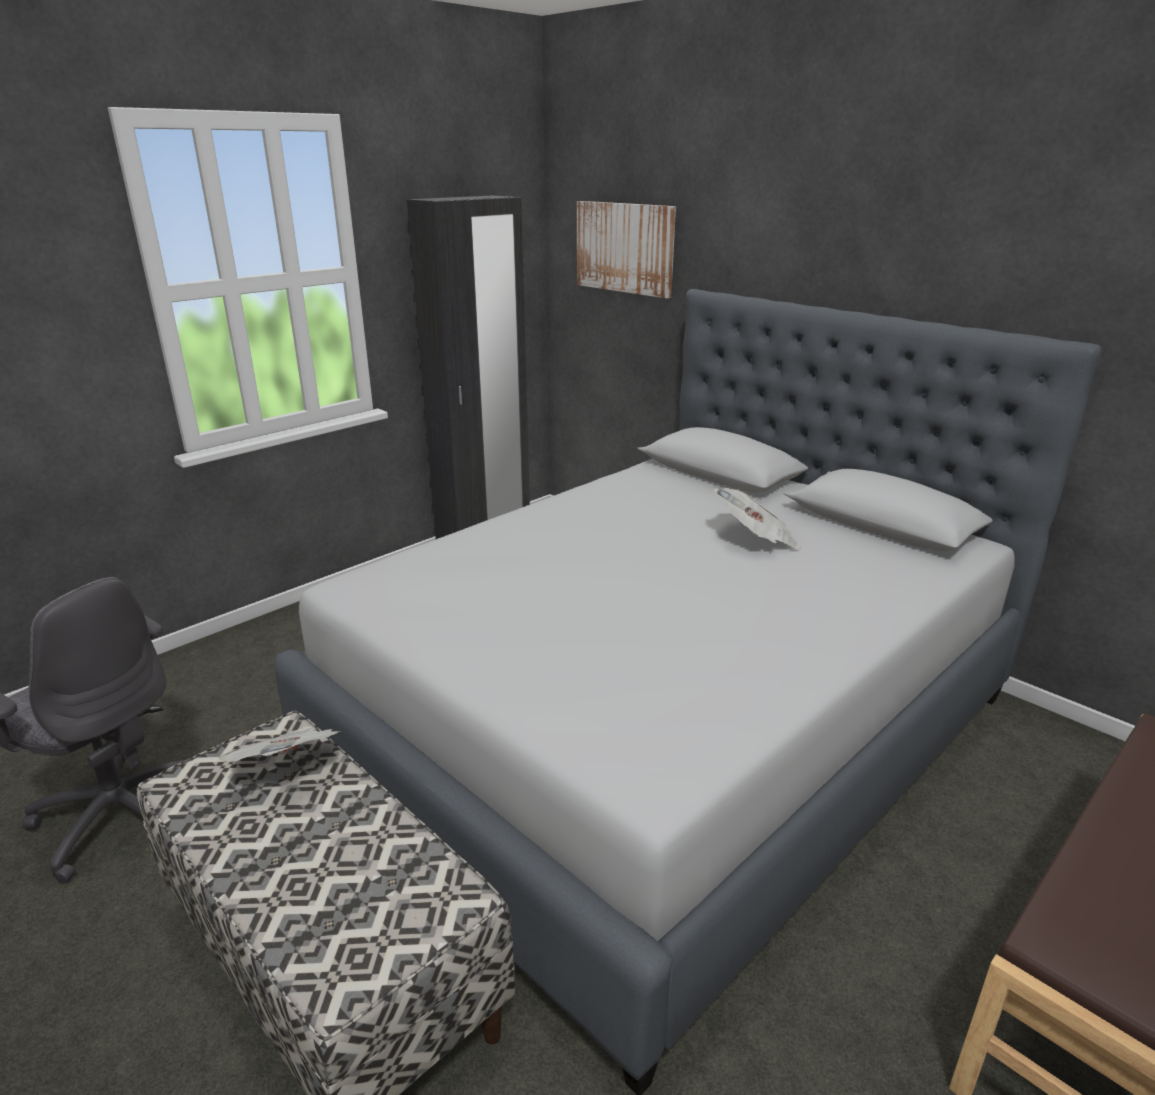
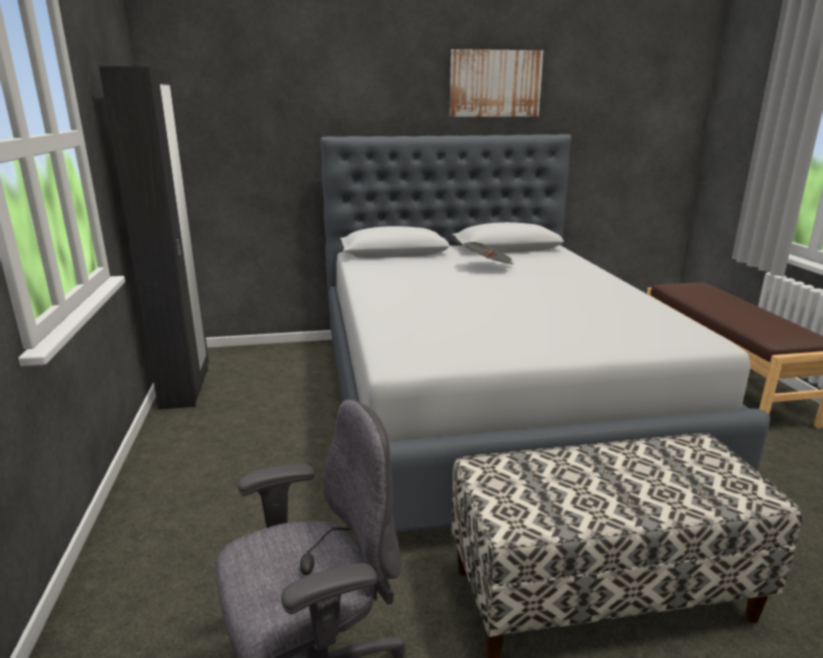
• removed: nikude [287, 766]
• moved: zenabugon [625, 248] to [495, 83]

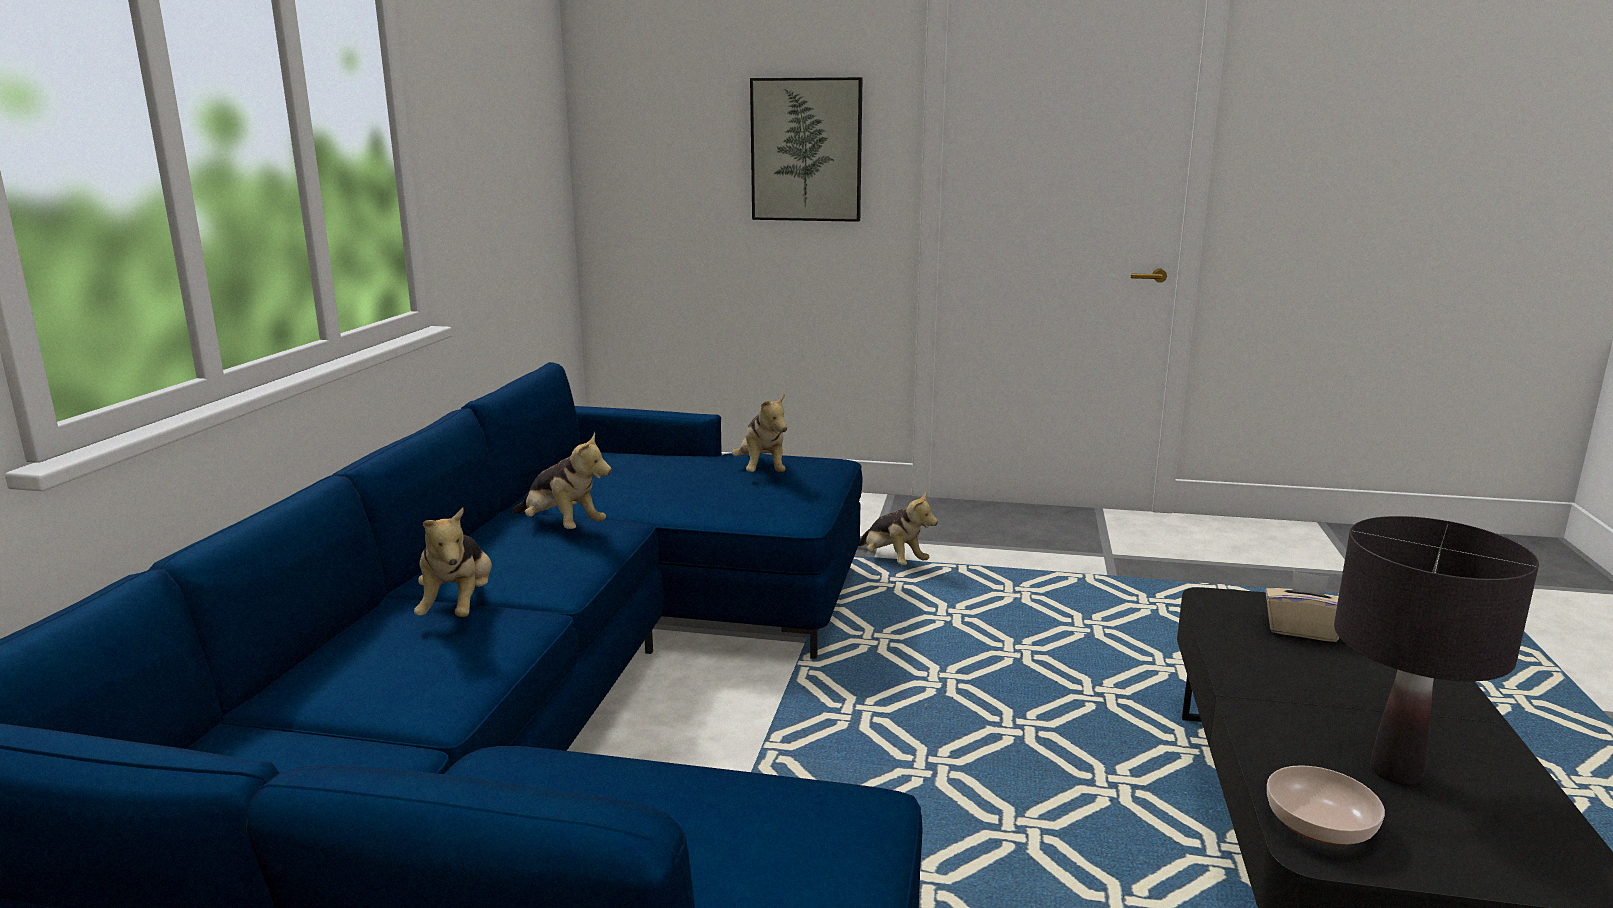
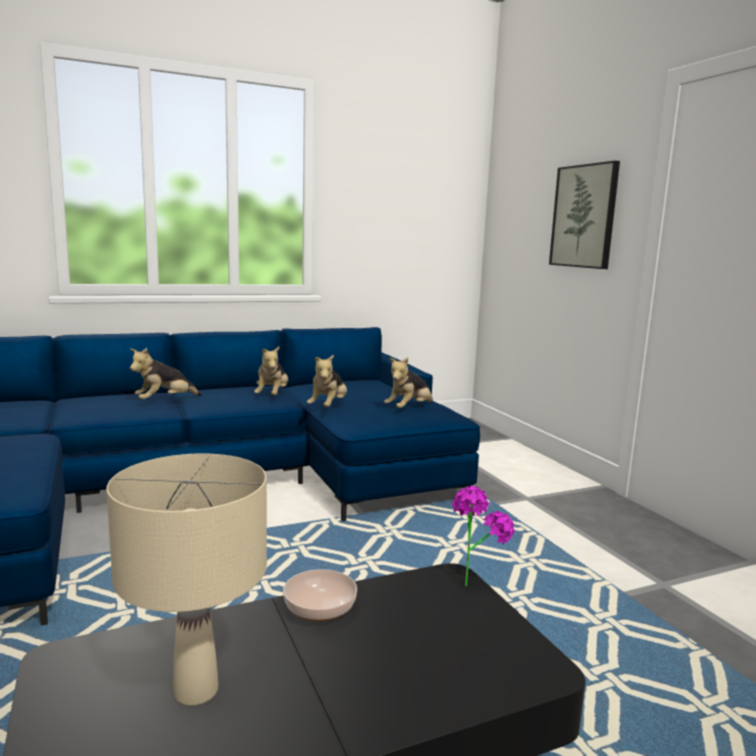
• moved: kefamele [892, 561] to [328, 407]
• removed: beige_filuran [1302, 630]
• moved: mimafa [1318, 825] to [318, 608]
• recoloured: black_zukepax [1396, 772] to beige_zukepax [196, 691]
• added: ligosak [473, 580]

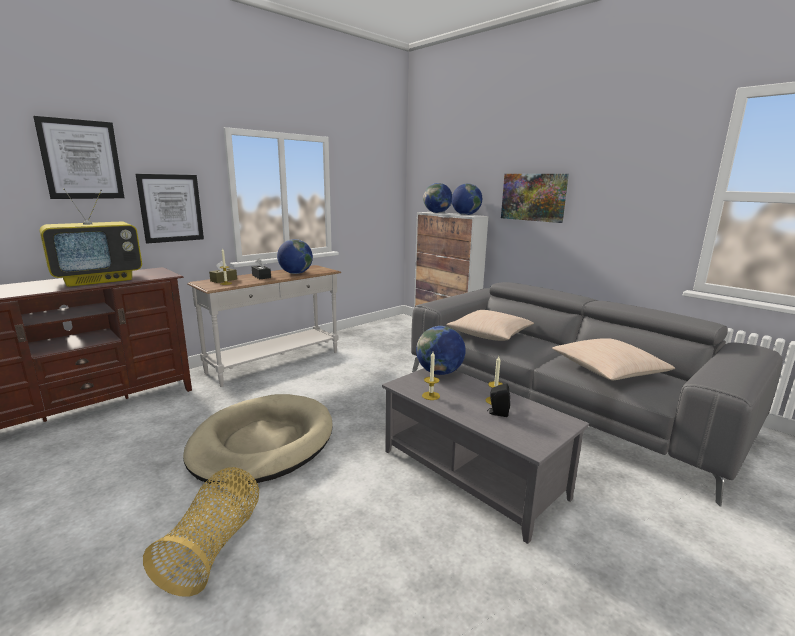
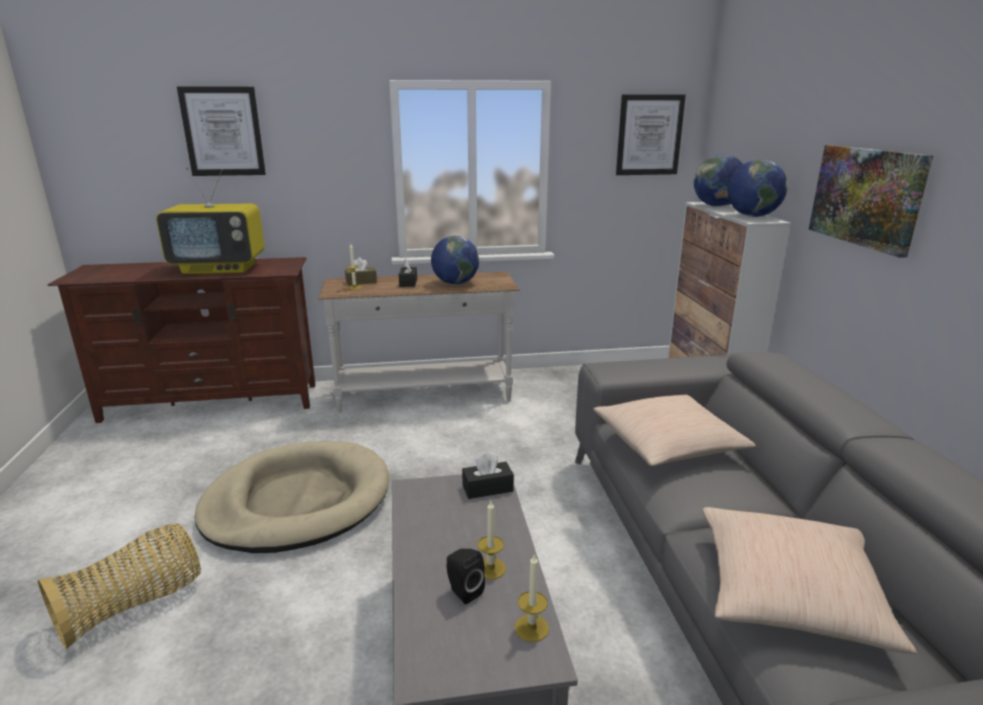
• moved: zenabugon [171, 208] to [649, 135]
• replaced: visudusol [439, 372] to black_filuran [487, 488]
• moved: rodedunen [431, 396] to [531, 628]

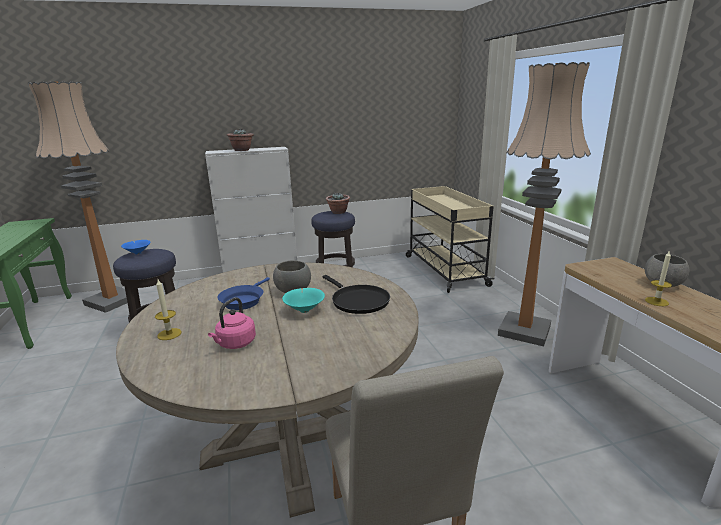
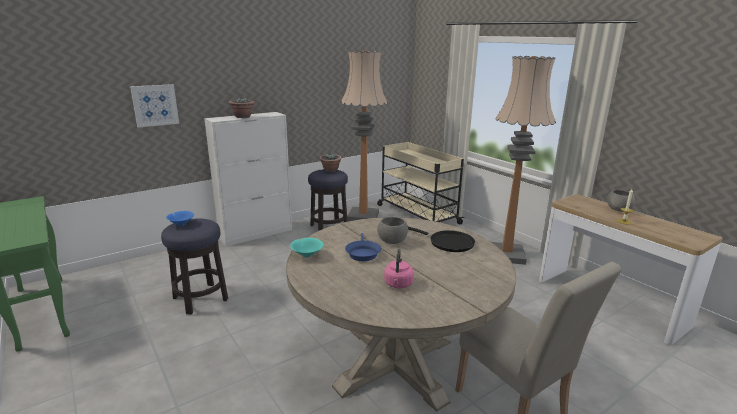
• moved: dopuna [111, 301] to [363, 216]
• removed: rodedunen [169, 334]
• moved: turquoise_mimafa [304, 310] to [307, 255]
• added: zenabugon [155, 105]

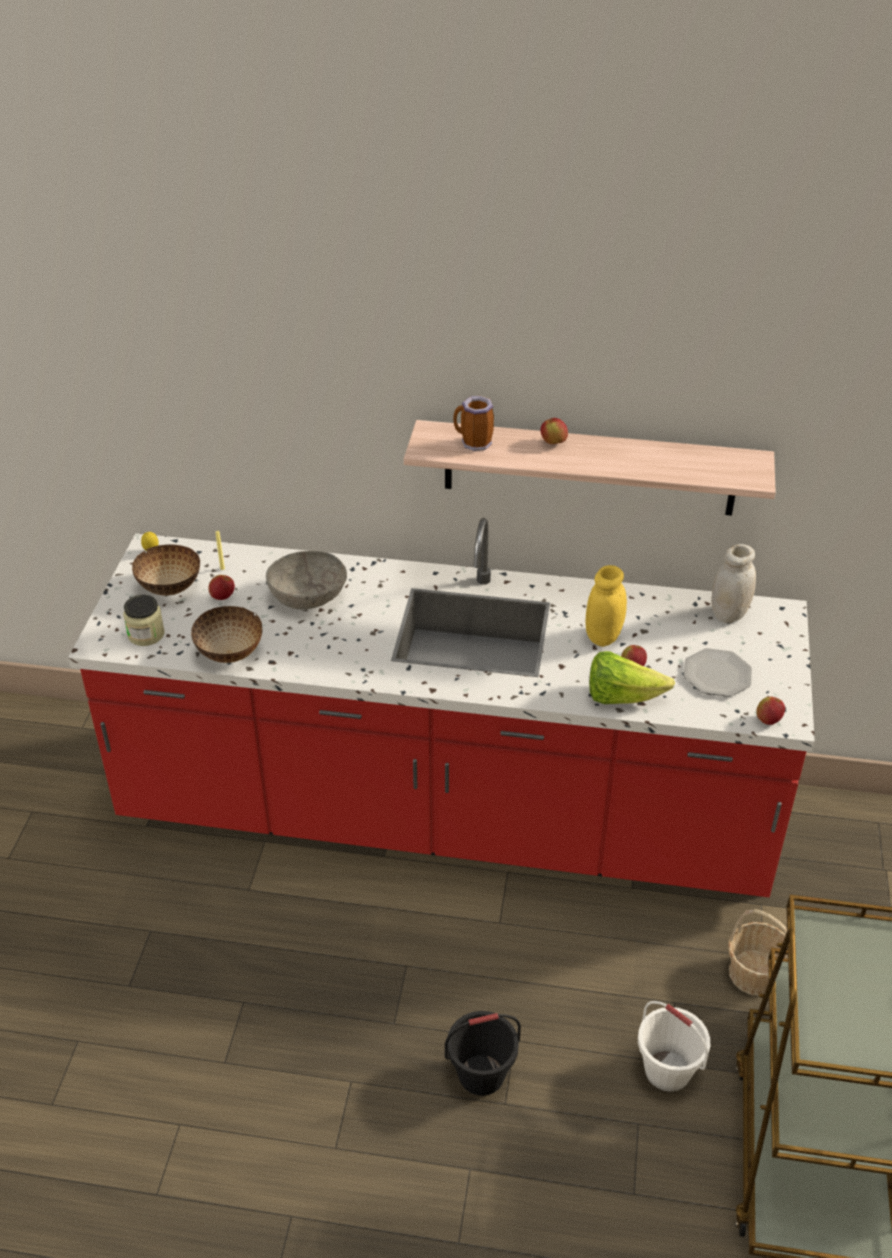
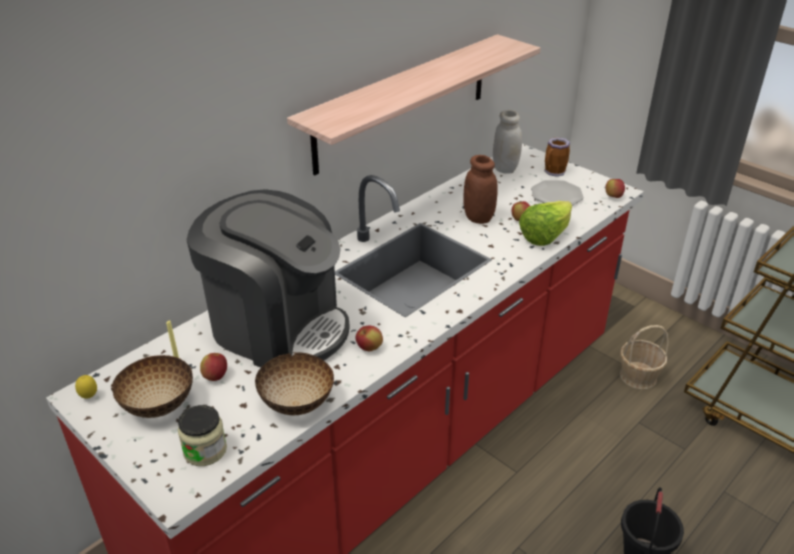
• replaced: grey_mimafa [308, 596] to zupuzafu [278, 327]
• moved: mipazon [473, 443] to [554, 173]
• moved: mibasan [553, 442] to [369, 348]
• recoloured: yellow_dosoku [603, 636] to brown_dosoku [478, 218]
• removed: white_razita [668, 1070]

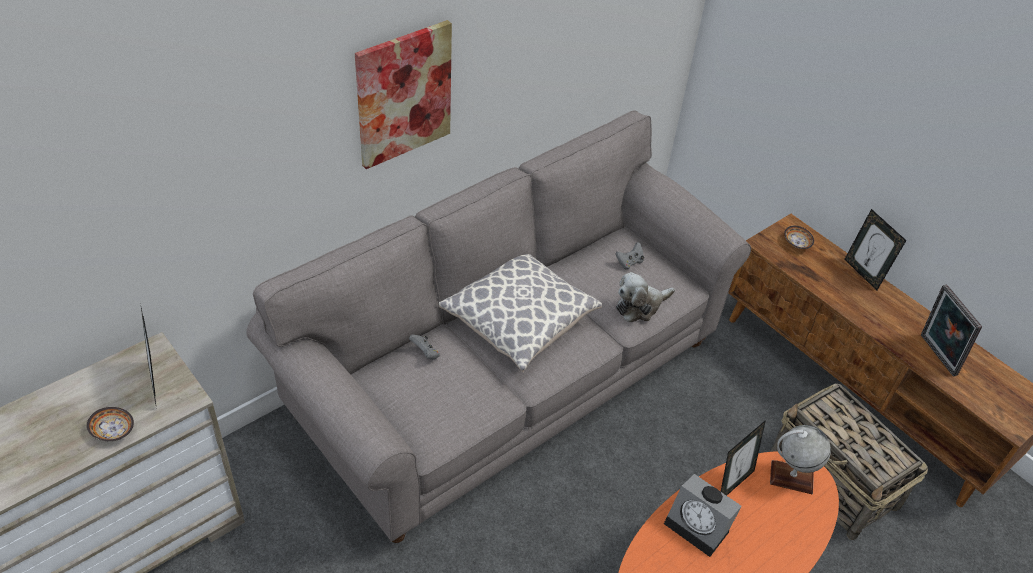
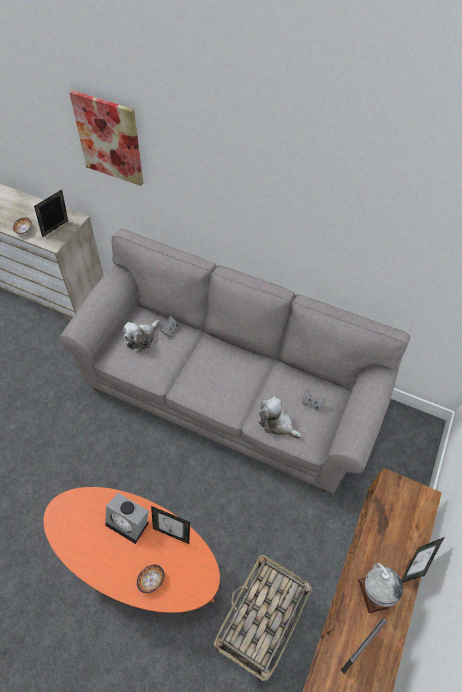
• moved: zenabugon [403, 94] to [109, 139]
• removed: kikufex [519, 322]
• turned: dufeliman [699, 527] = [129, 523] 75 degrees counterclockwise
• moved: visudusol [791, 477] to [373, 593]
• moved: mimafa [796, 243] to [151, 580]
• added: kefamele [142, 338]

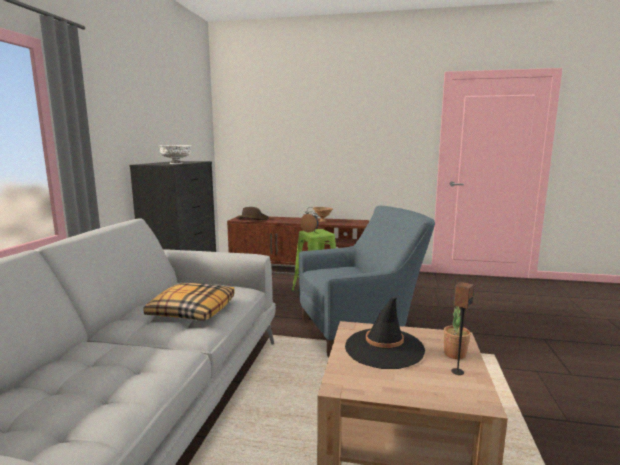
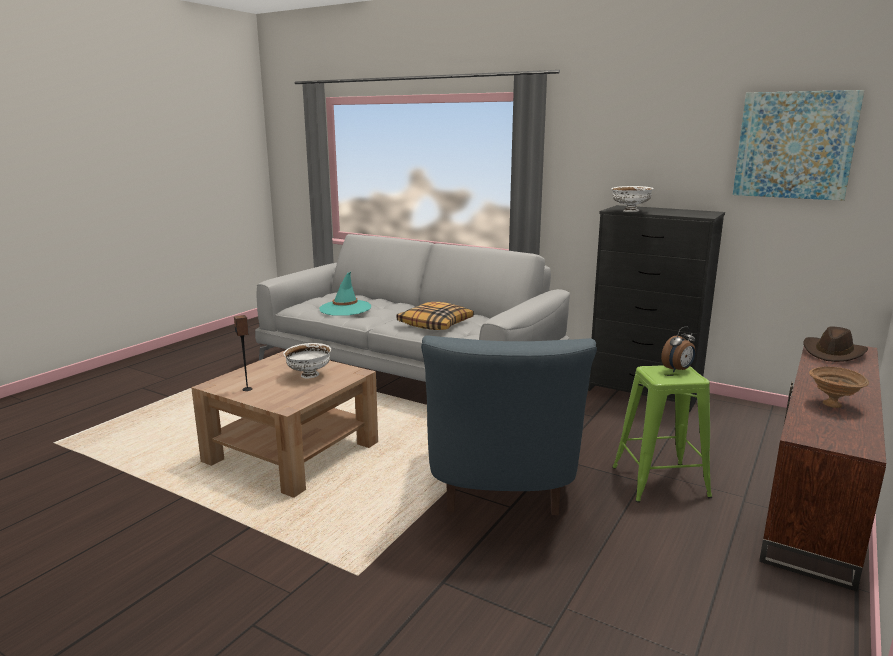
• replaced: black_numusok [384, 348] to white_mimafa [309, 375]
• removed: ligosak [455, 354]
• added: turquoise_numusok [345, 308]
• added: zenabugon [794, 145]

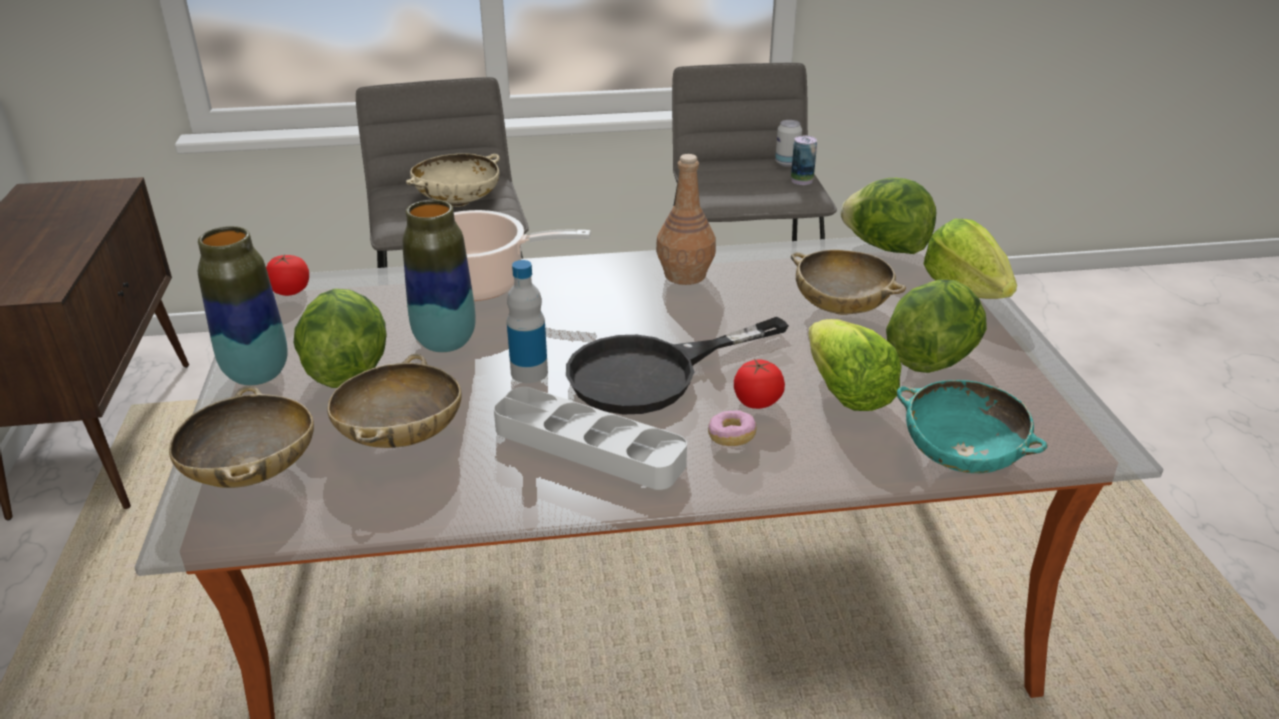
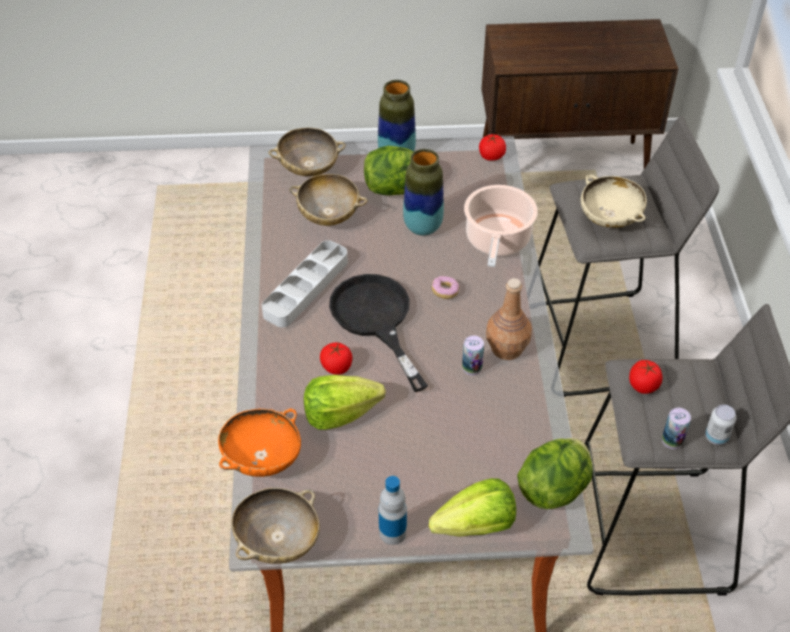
• moved: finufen [529, 372] to [392, 532]
• moved: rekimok [731, 437] to [445, 291]
• moved: beige_mimafa [841, 308] to [278, 540]
• removed: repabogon [932, 359]
• recoloured: turquoise_mimafa [961, 458] to orange_mimafa [261, 457]
• added: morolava [472, 368]
• added: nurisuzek [643, 385]

